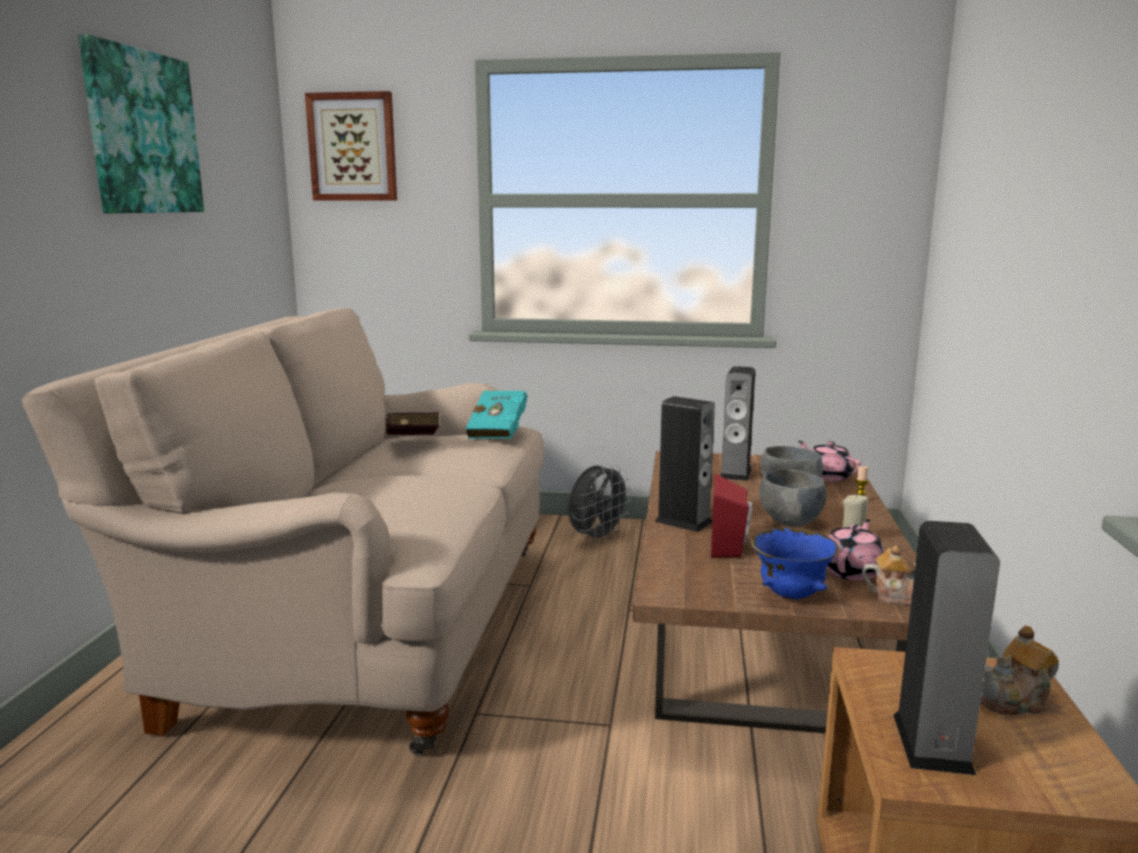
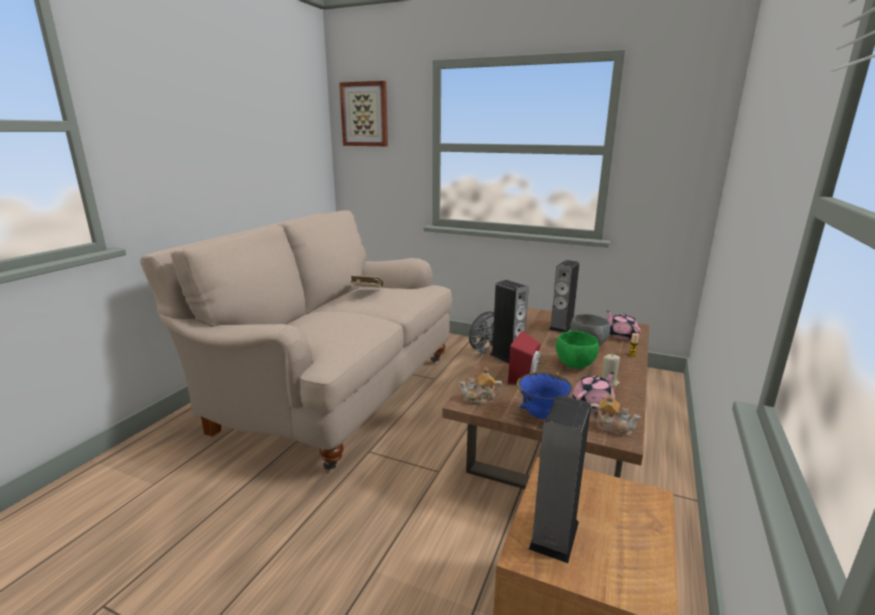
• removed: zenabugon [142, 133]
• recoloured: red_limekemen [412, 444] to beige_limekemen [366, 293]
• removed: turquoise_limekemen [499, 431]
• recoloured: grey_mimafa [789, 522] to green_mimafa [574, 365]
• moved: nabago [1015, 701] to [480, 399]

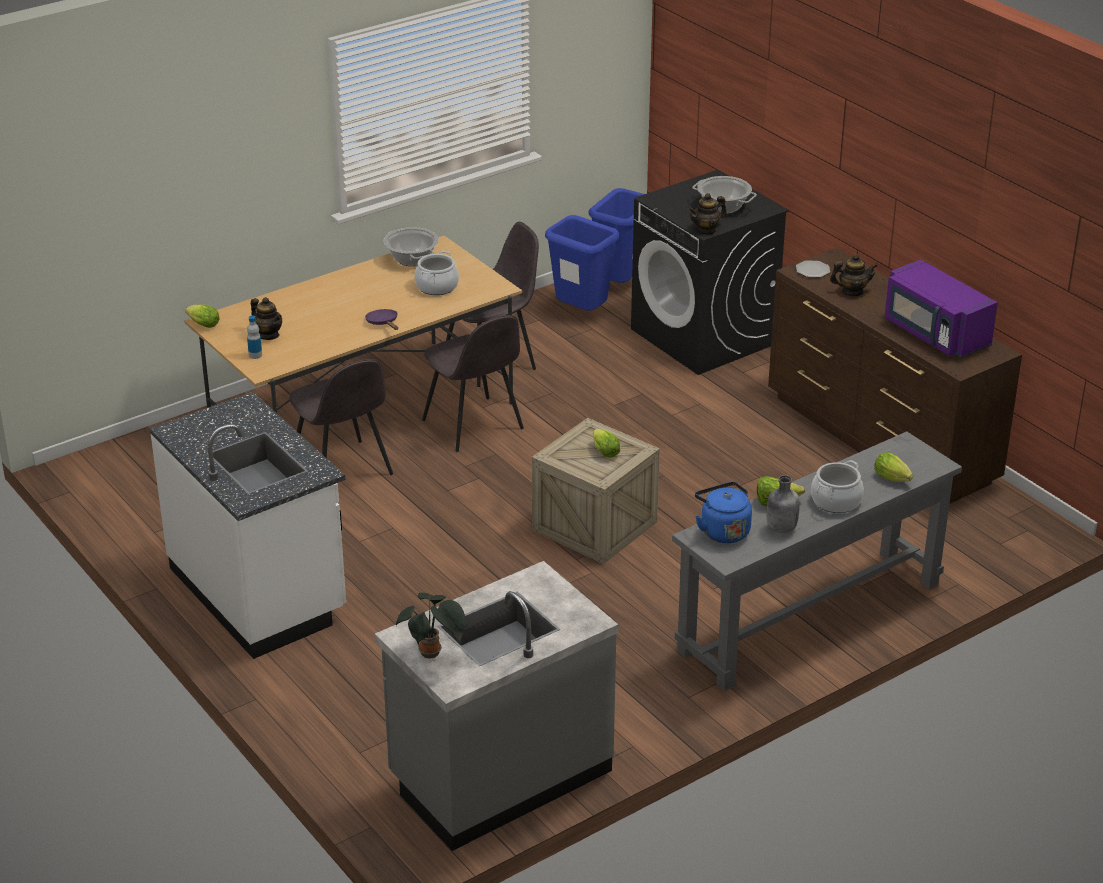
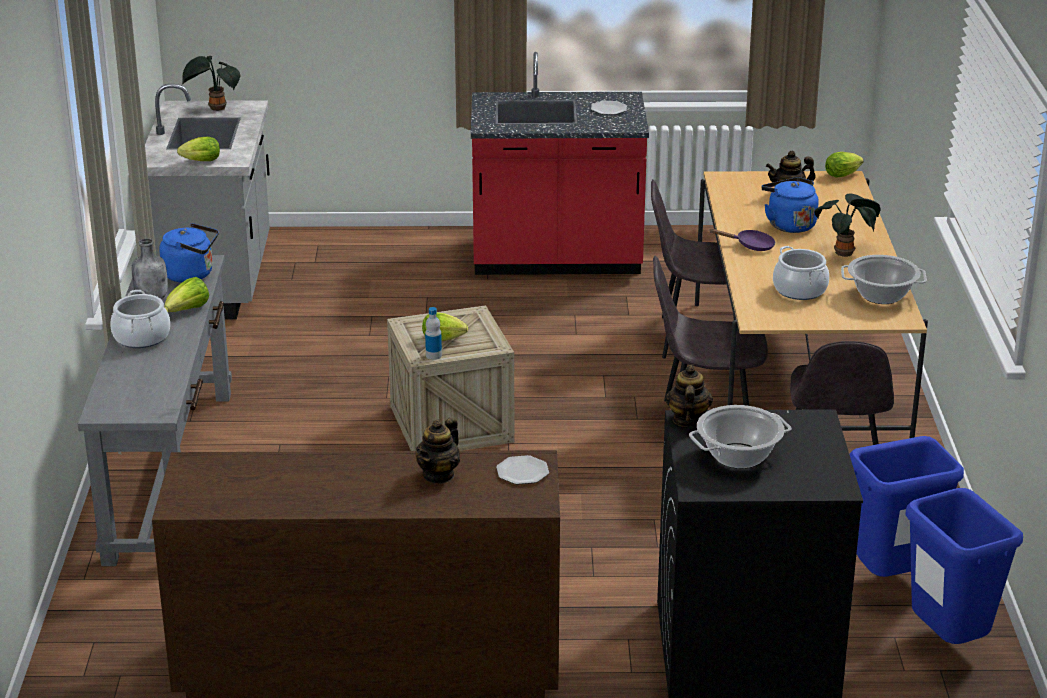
• recoloured: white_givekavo [259, 592] to red_givekavo [557, 260]
• moved: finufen [255, 355] to [433, 355]
• moved: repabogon [893, 479] to [199, 161]
• removed: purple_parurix [934, 334]
• added: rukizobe [609, 109]
• added: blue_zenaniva [789, 224]
• added: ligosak [845, 253]

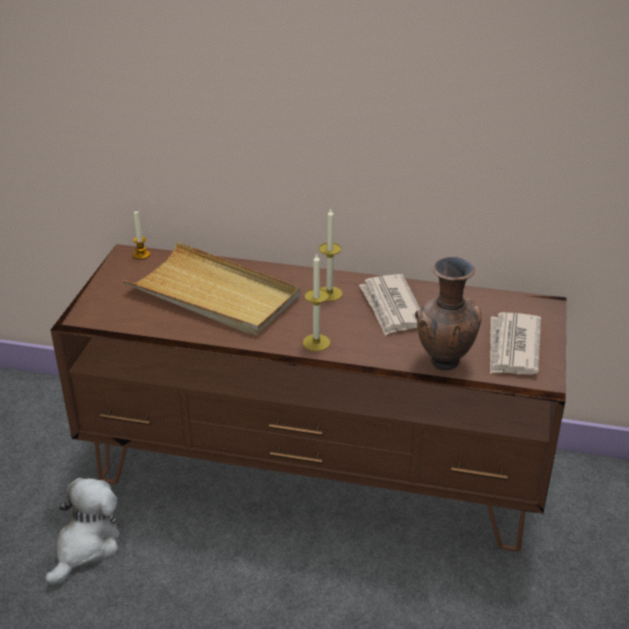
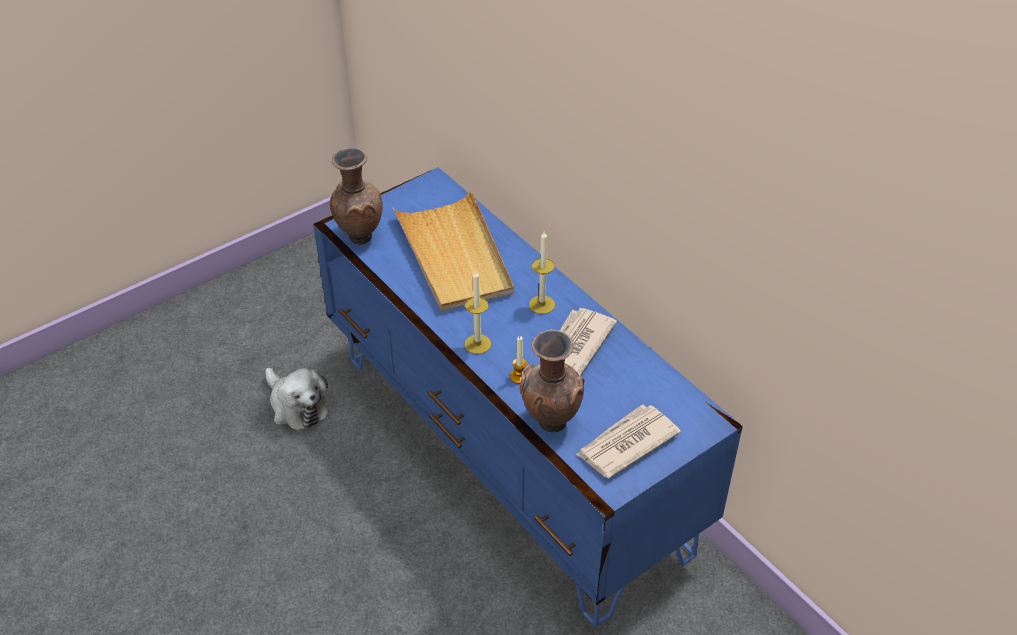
• turned: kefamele [86, 546] = [296, 406] 75 degrees clockwise
• recoloured: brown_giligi [315, 472] to blue_giligi [509, 452]
• moved: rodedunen [141, 255] to [519, 376]
• added: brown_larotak [359, 236]

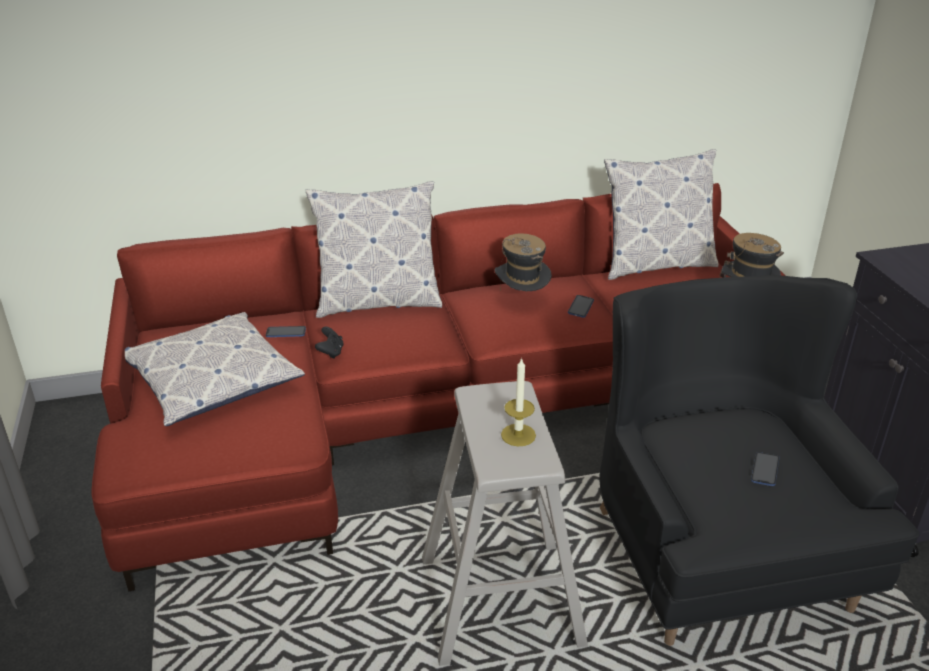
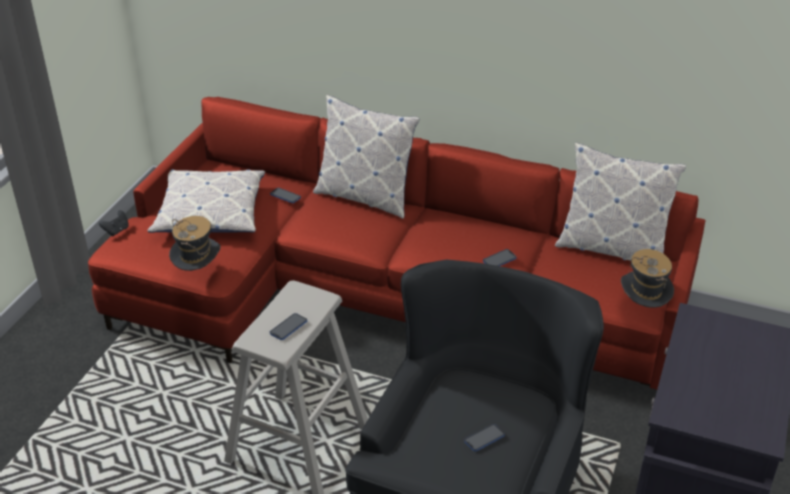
• moved: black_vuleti [331, 352] to [116, 231]
• moved: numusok [521, 301] to [198, 274]
• replaced: rodedunen [518, 435] to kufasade [288, 327]

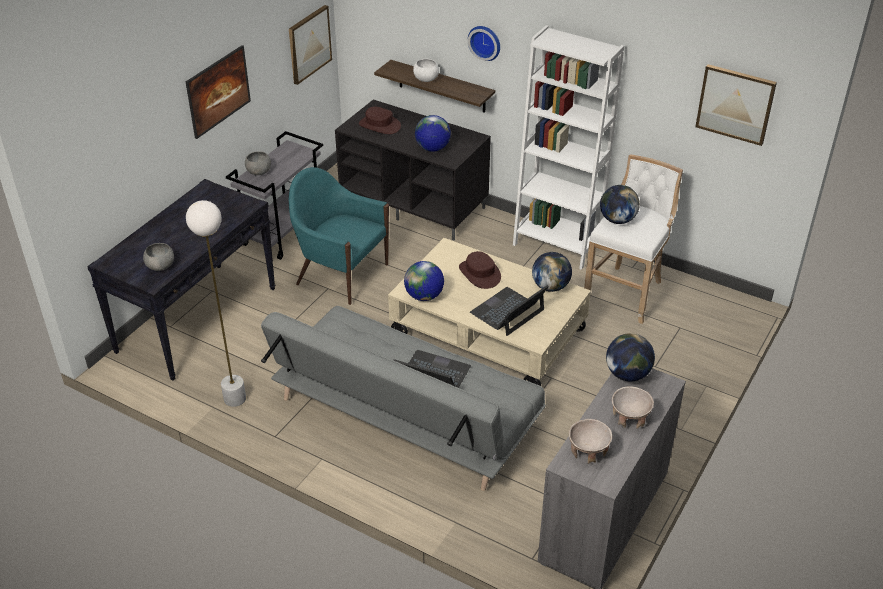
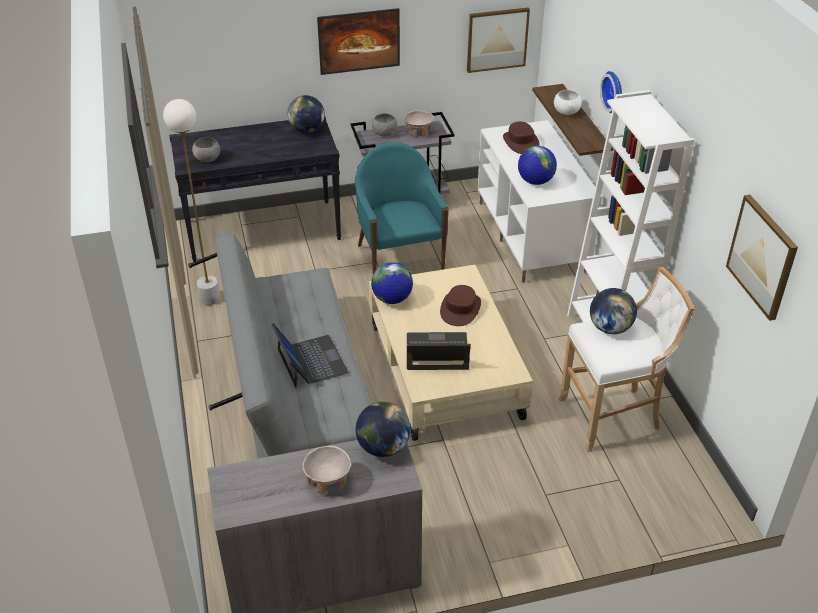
• recoloured: black_giligi [415, 204] to white_giligi [532, 236]
• moved: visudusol [550, 286] to [307, 130]
• moved: beige_mimafa [588, 451] to [418, 132]

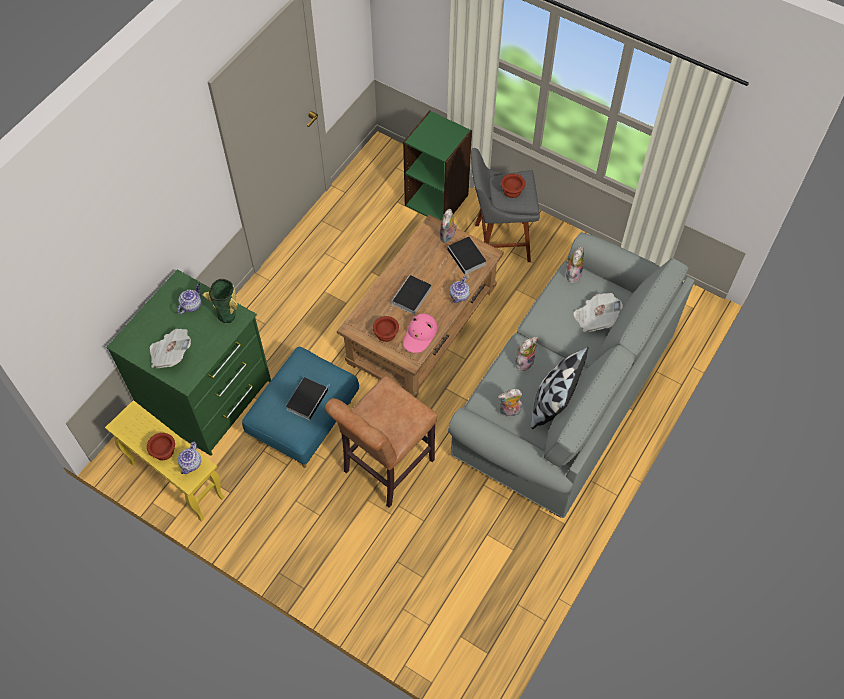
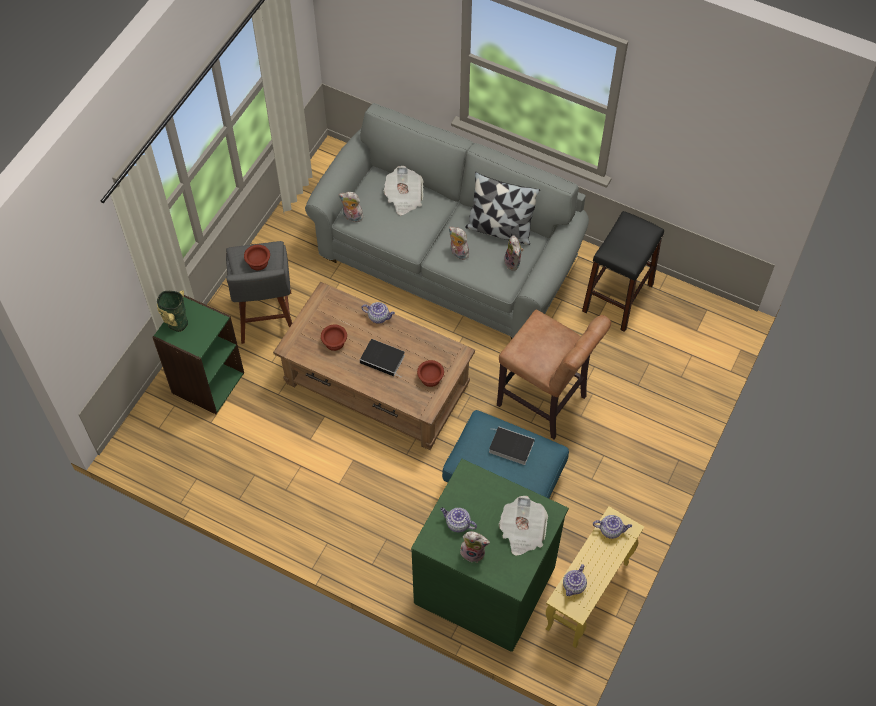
• moved: brown_mimafa [163, 451] to [335, 343]
• moved: larotak [228, 313] to [176, 323]
• removed: pink_numusok [420, 335]
• moved: kefamele [448, 236] to [473, 552]
• removed: limekemen [467, 258]
• added: nabago [574, 586]
• added: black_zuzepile [618, 297]

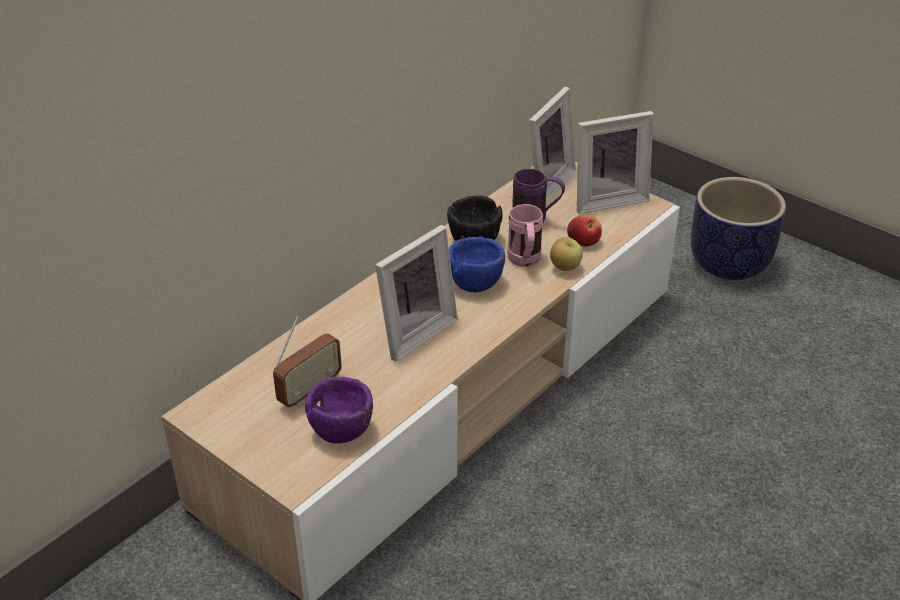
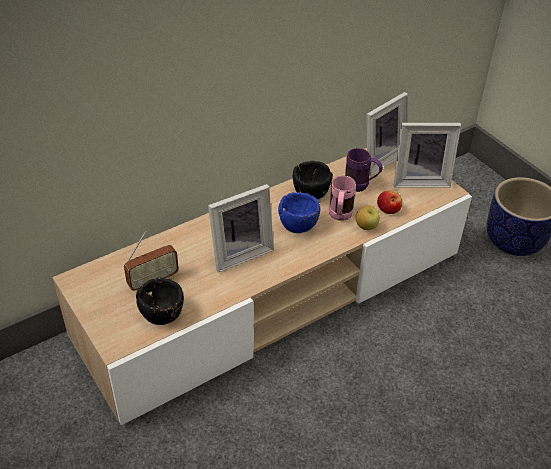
• recoloured: purple_mimafa [342, 429] to black_mimafa [162, 314]

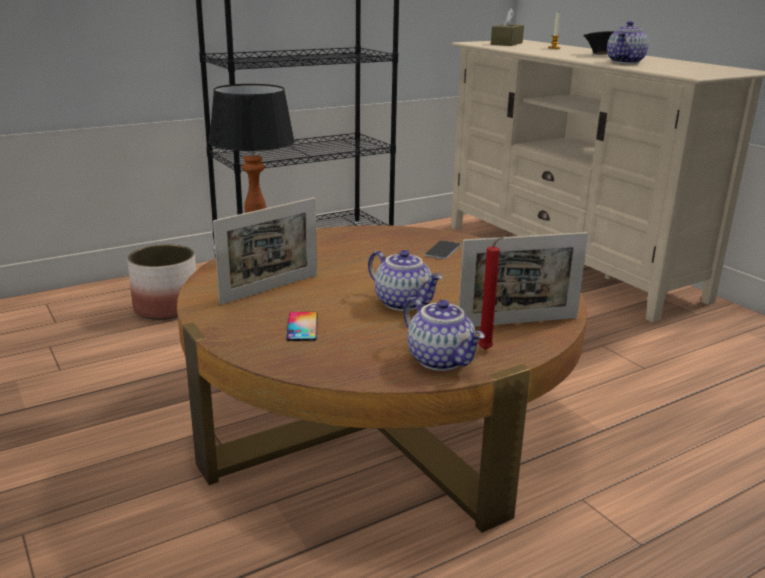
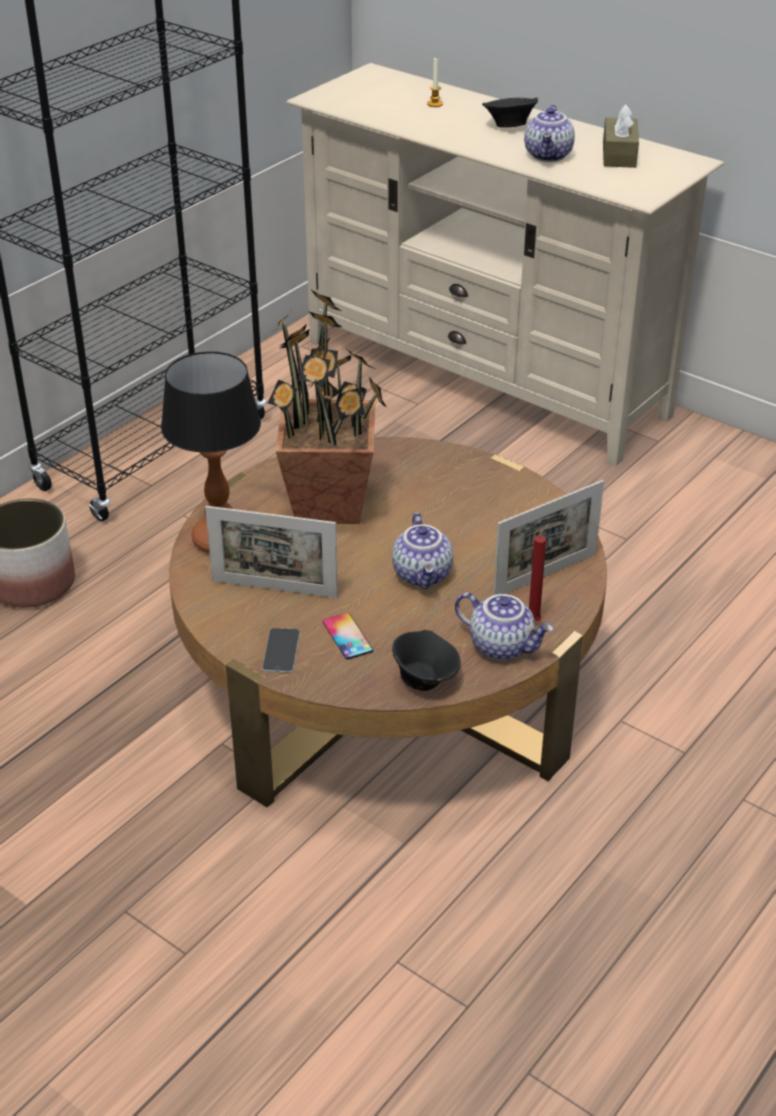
• turned: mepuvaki [270, 289] = [274, 589] 75 degrees clockwise
• turned: nabago [404, 303] = [424, 575] 60 degrees clockwise
• moved: kufasade [443, 250] to [281, 650]
• moved: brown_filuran [506, 43] to [619, 155]
• added: ligosak [329, 505]
• added: black_mimafa [425, 679]

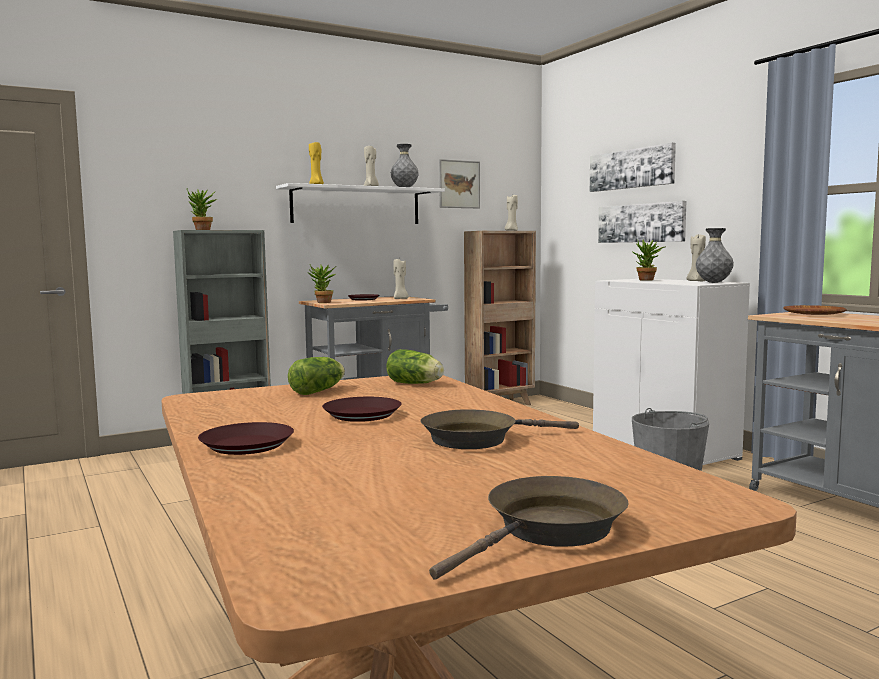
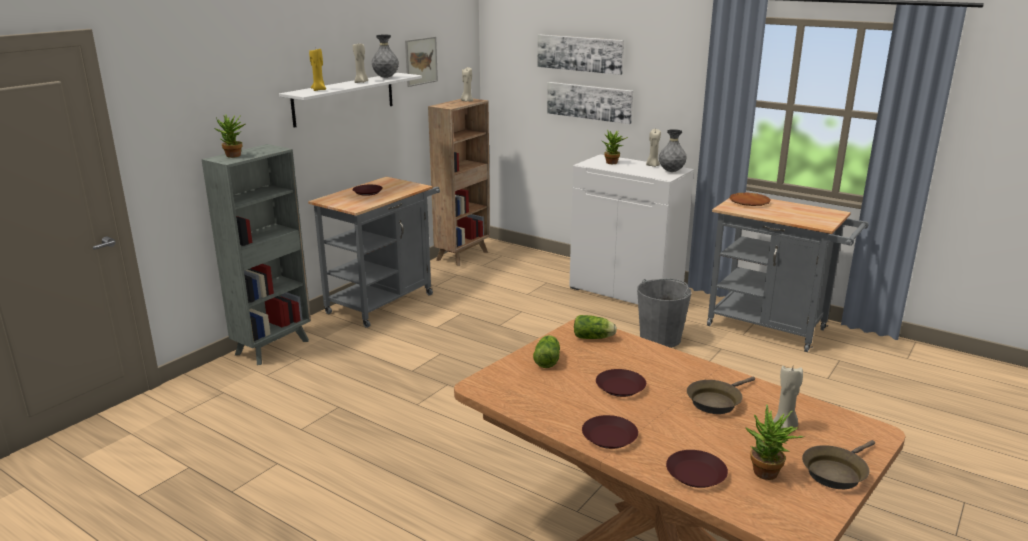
• moved: ligosak [322, 303] to [767, 476]
• moved: beige_rodedunen [400, 299] to [784, 426]
• turned: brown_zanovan [549, 531] = [836, 472] 150 degrees counterclockwise
• added: brown_rukizobe [695, 473]

